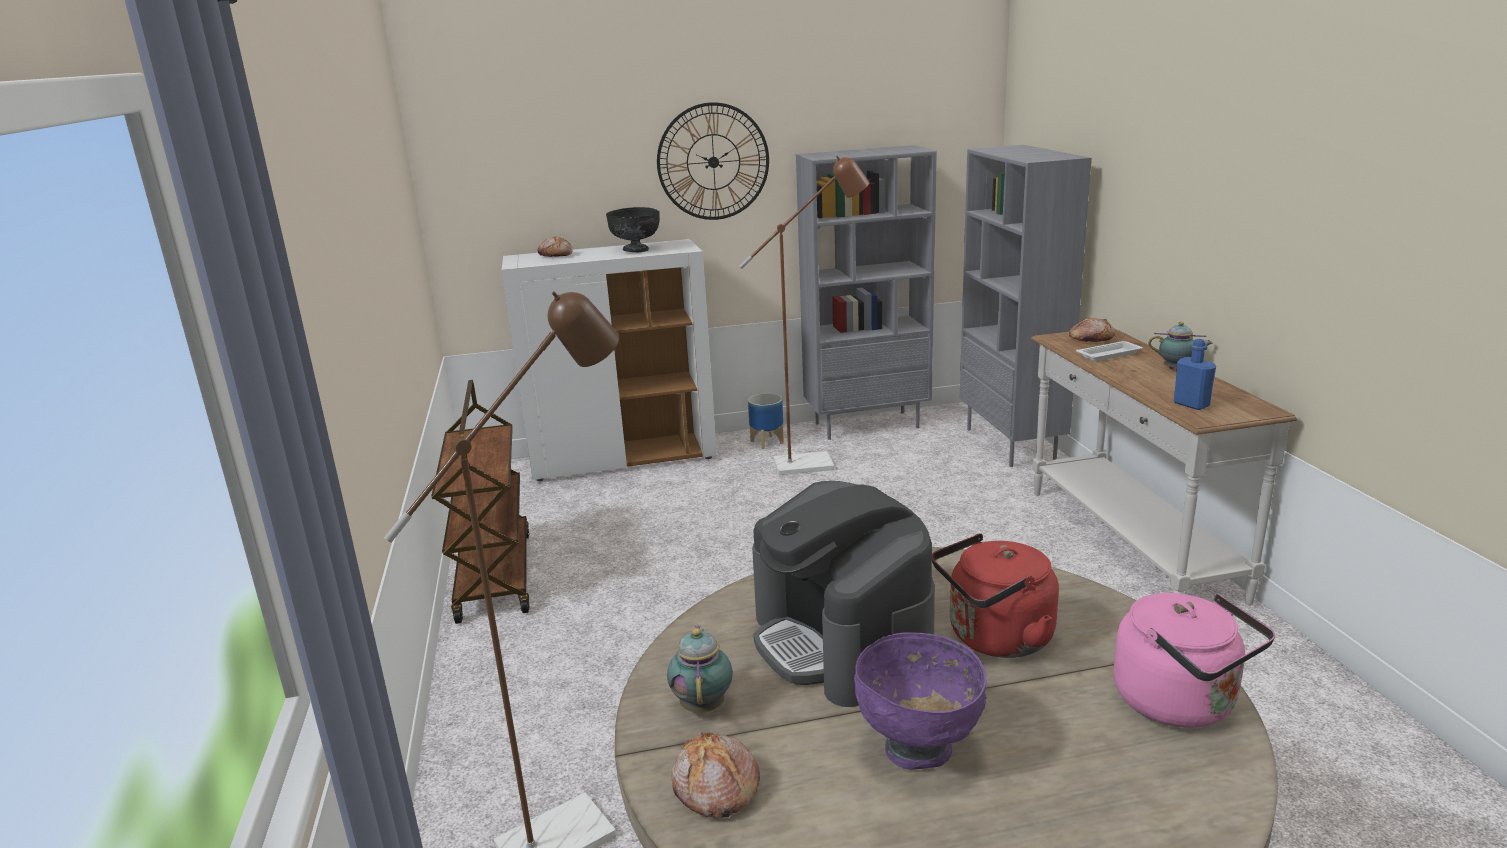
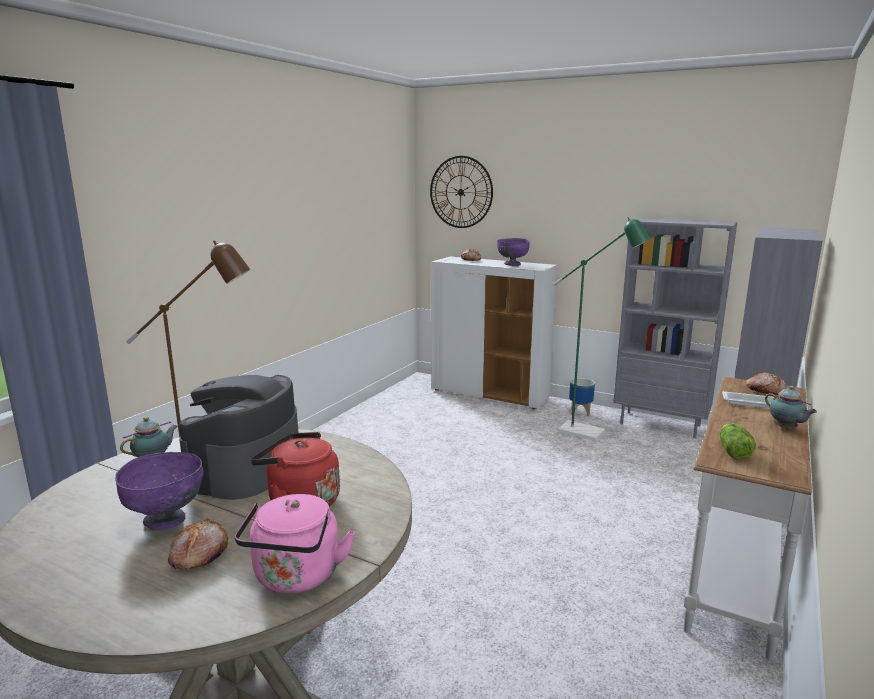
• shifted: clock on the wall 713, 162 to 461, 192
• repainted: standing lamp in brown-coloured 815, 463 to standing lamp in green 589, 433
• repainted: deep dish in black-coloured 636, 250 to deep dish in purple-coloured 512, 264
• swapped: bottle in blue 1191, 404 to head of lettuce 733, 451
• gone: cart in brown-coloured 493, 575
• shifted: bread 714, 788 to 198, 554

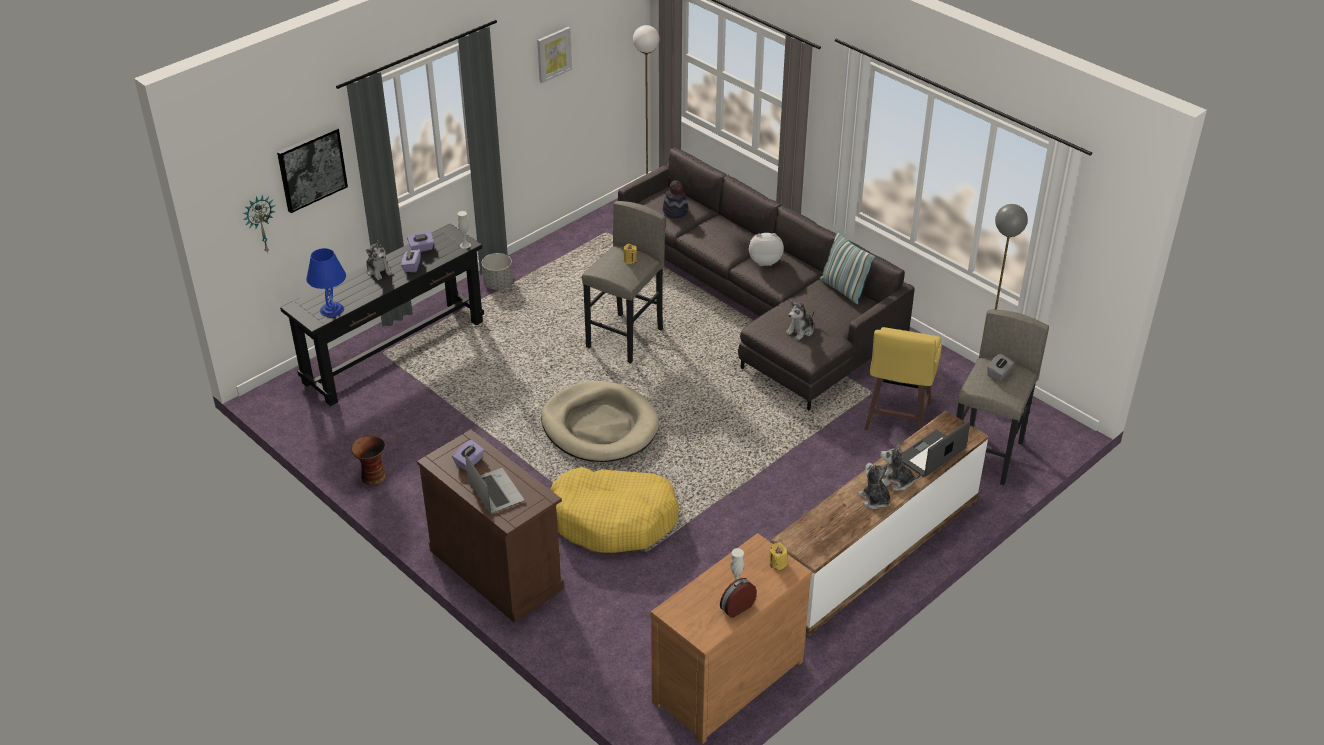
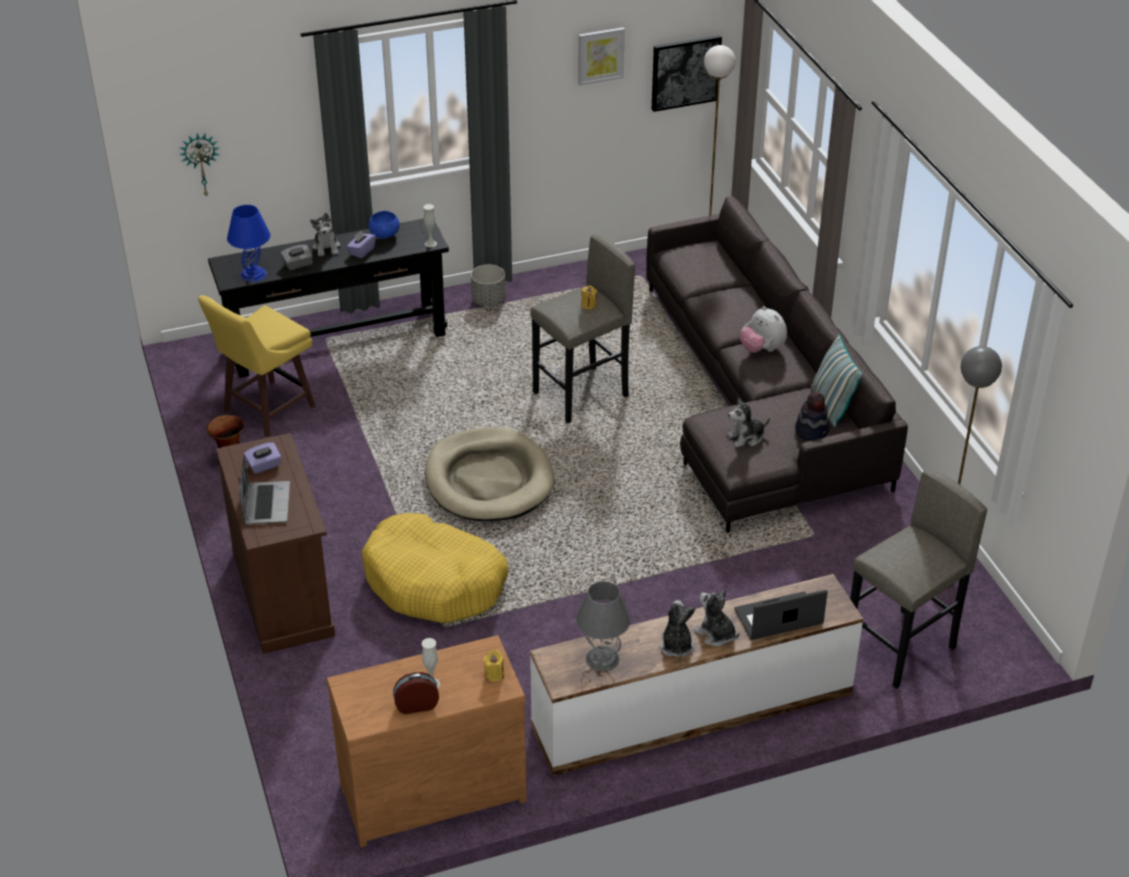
• shifted: wall picture 311, 169 to 685, 72
• shifted: wearable hat 675, 211 to 812, 430
• swapped: box of tissues in purple-coloured 421, 248 to deep dish in blue 385, 235
• rotated: soft toy 764, 261 = 762, 349 150 degrees counterclockwise
• shifted: stool in yellow-coloured 896, 418 to 266, 409
• shifted: box of tissues in gray 999, 374 to 297, 264
• new: table lamp in gray 603, 659

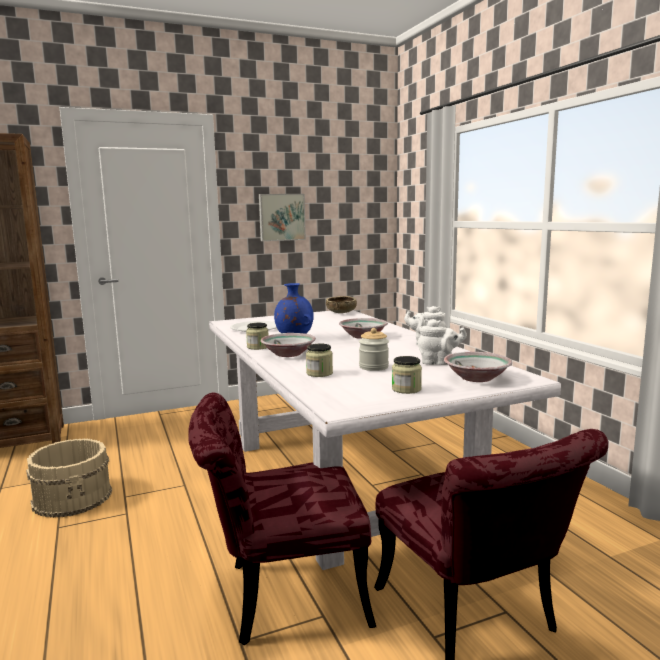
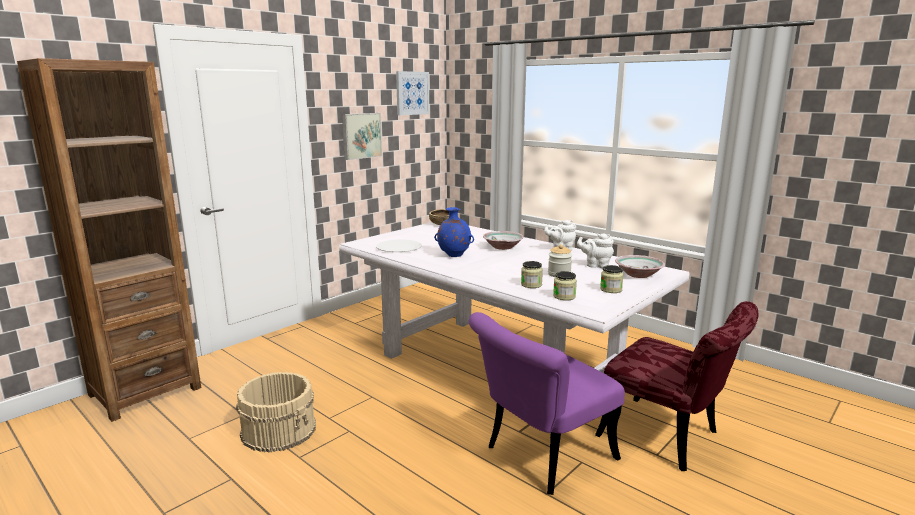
• rotated: teapot in whitish 438, 363 = 595, 265 150 degrees counterclockwise
• shifted: jar 258, 347 to 564, 296
• gone: deep dish 289, 354
• repainted: chair in reddish 280, 596 to chair in purple-coloured 541, 457
• new: wall picture 412, 93

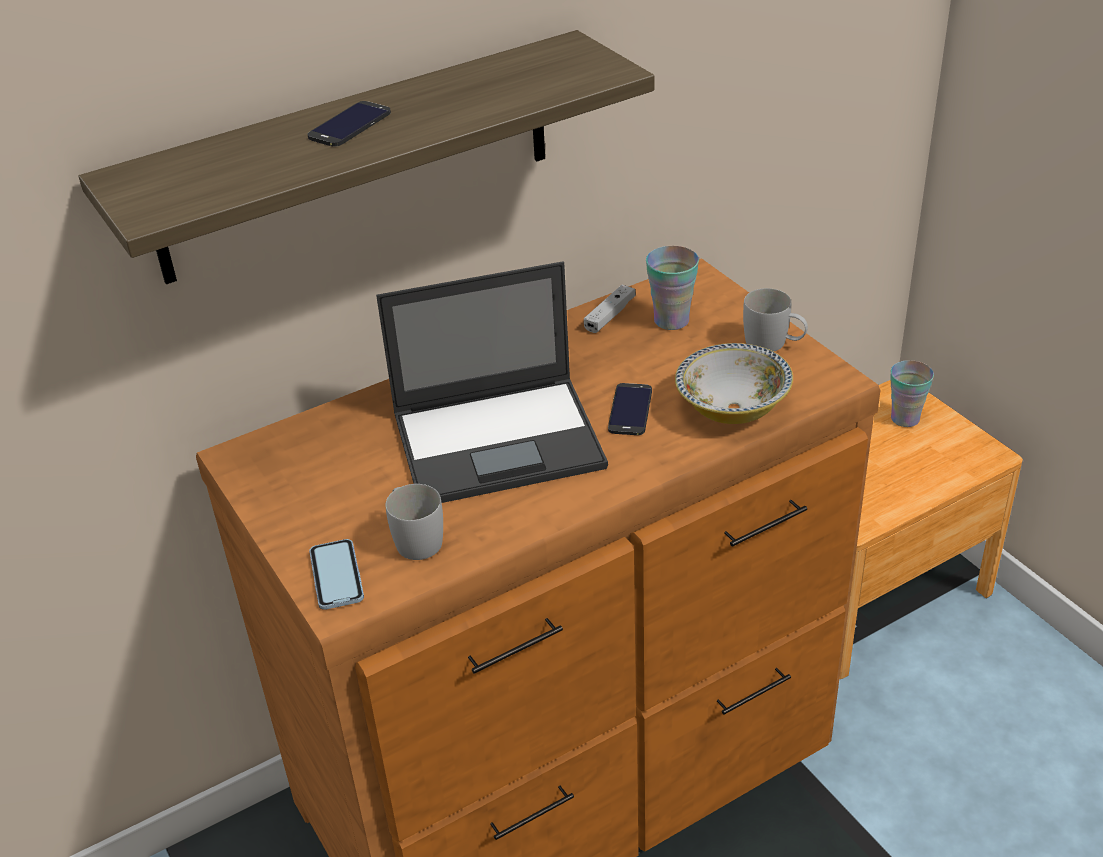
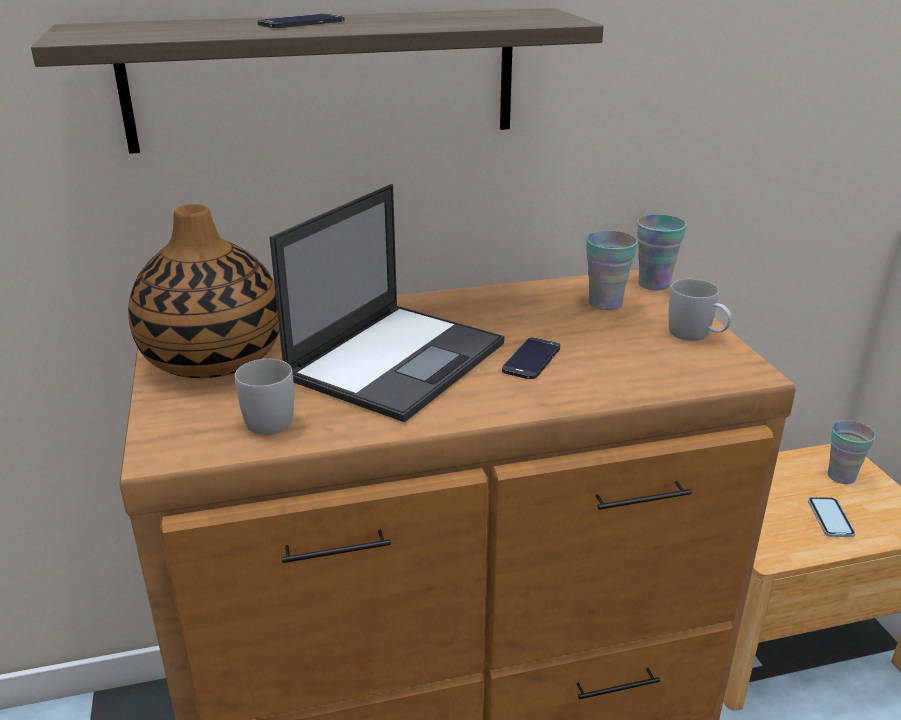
• rotated: laptop 500, 440 = 398, 359 60 degrees counterclockwise
• gone: game controller in whitish 610, 315
• gone: deep dish 732, 408
• shifted: phone 336, 576 to 830, 518
• new: vase 213, 357
• new: drinking cup 654, 284

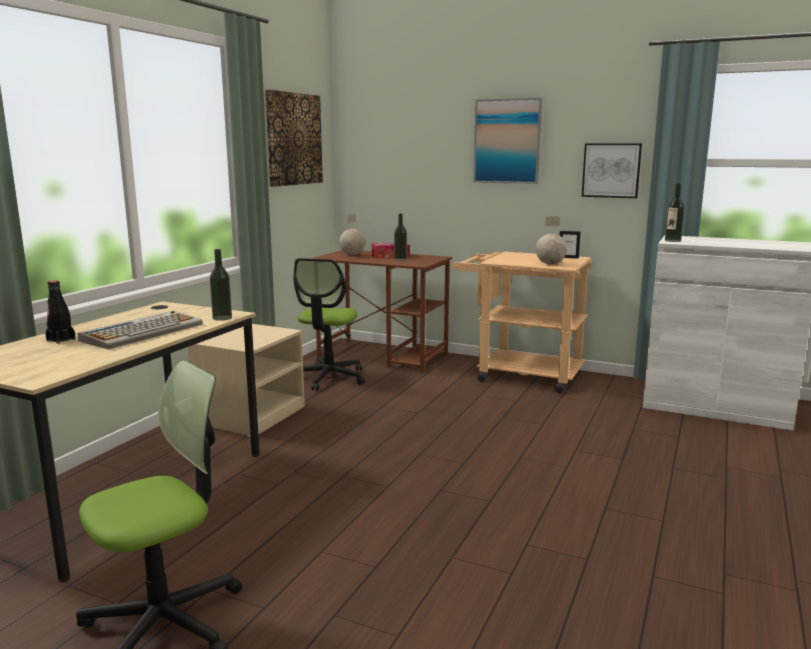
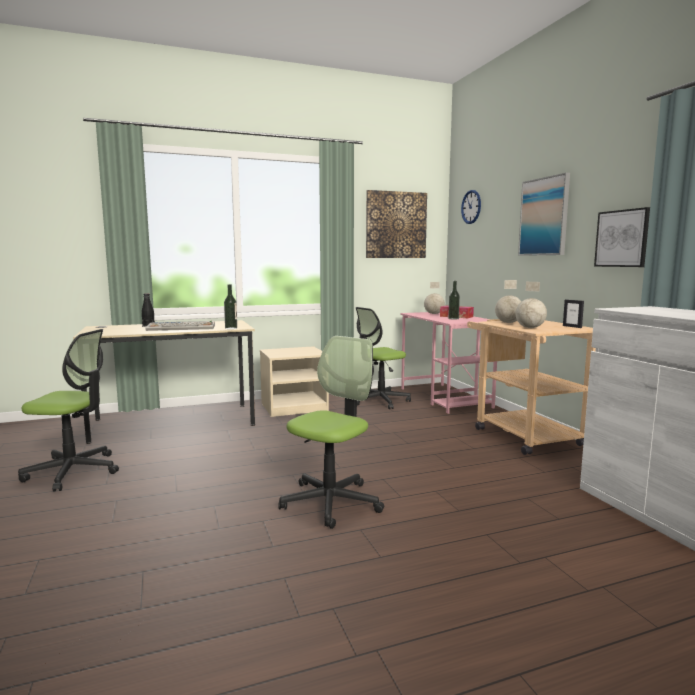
• gone: bottle 672, 241
• repainted: desk table in brown-coloured 383, 356 to desk table in pink 445, 398
• new: clock on the wall 471, 207
• new: world globe 508, 322
• new: computer chair 331, 502

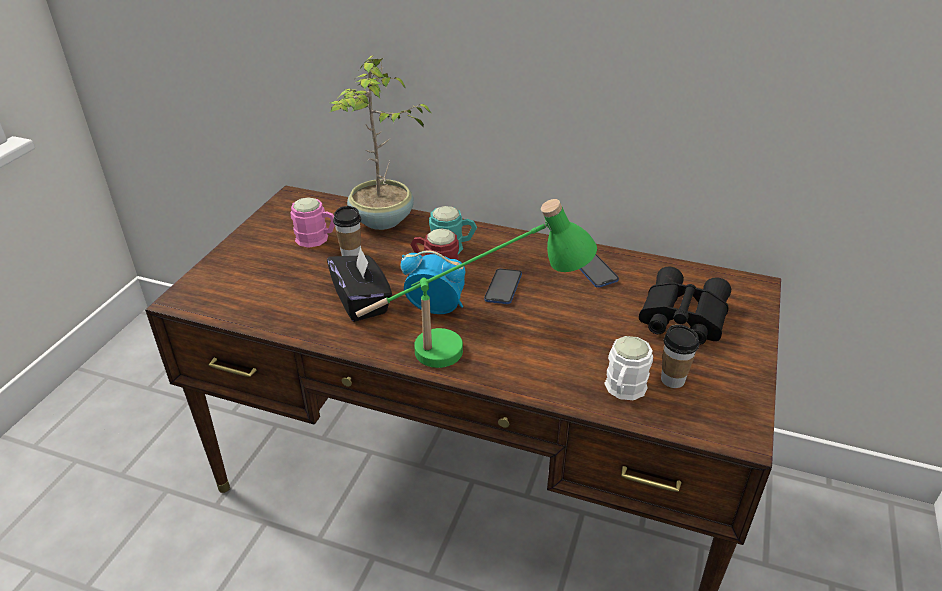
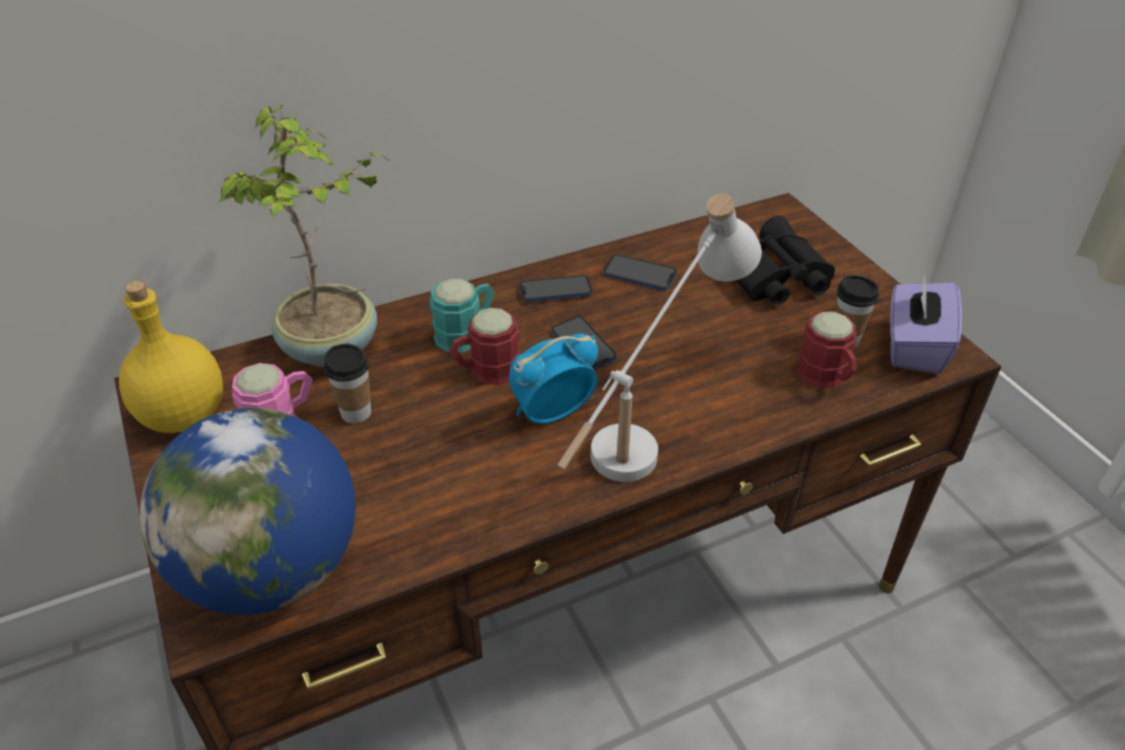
• repainted: table lamp in green 474, 348 to table lamp in whitish 651, 428
• gone: box of tissues in black-coloured 362, 302
• repainted: tea mug in whitish 623, 390 to tea mug in reddish 826, 377
• new: box of tissues in purple-coloured 914, 347
• new: phone 555, 290
• new: bottle in yellow-coloured 183, 416
• new: world globe 272, 570

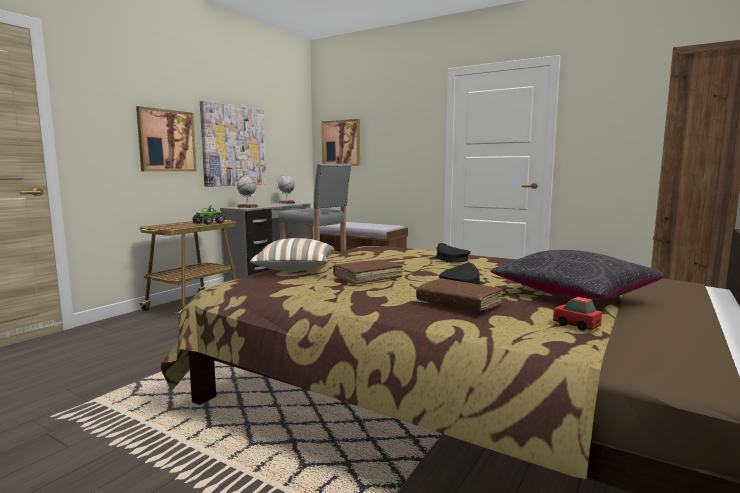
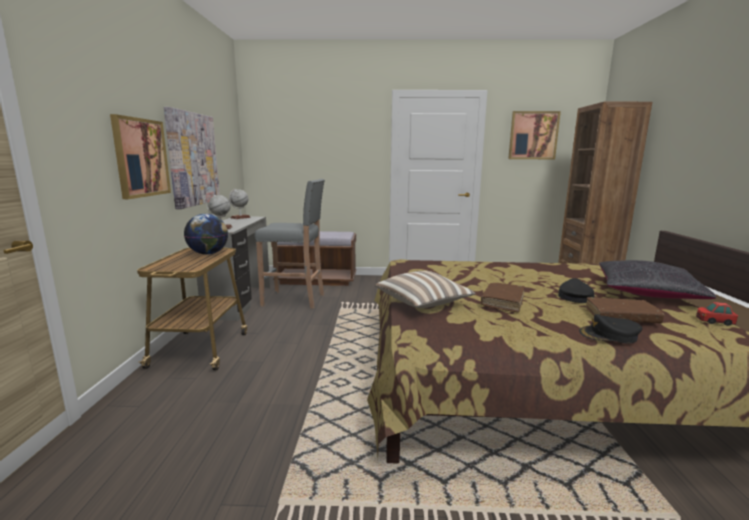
• shifted: wall picture 341, 143 to 533, 135
• swapped: toy truck 209, 223 to world globe 208, 253
• shifted: cap in black-coloured 449, 260 to 609, 335

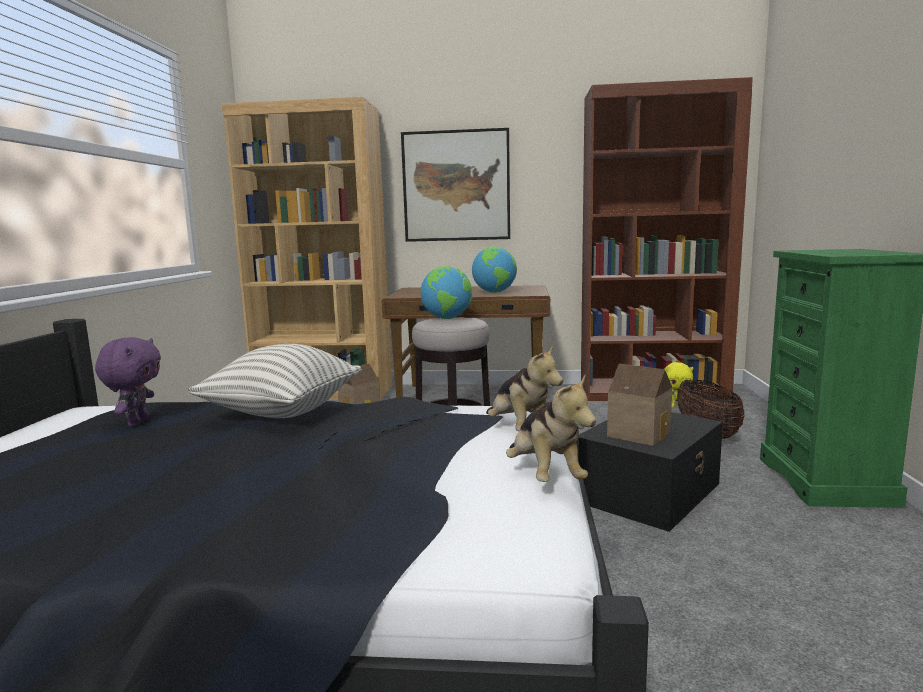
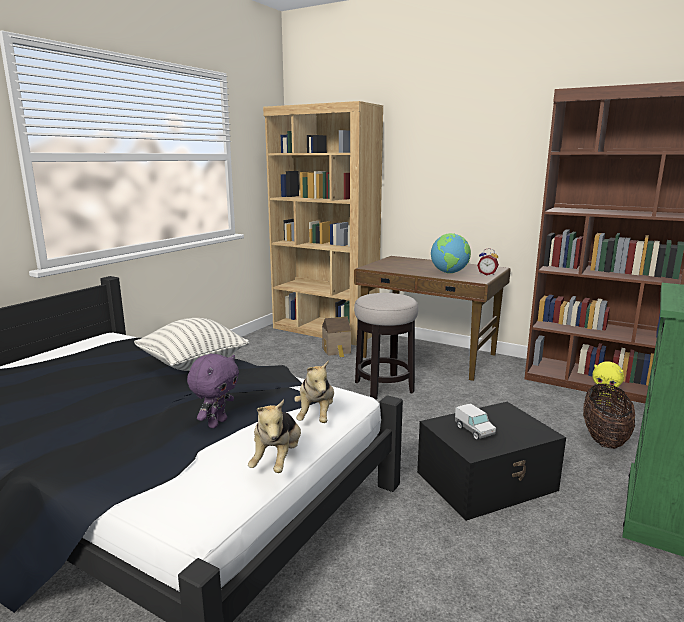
• gone: wall picture 456, 186
• gone: world globe 447, 318
• shifted: soft toy in purple-coloured 137, 422 to 217, 423
• swapped: toy house 639, 433 to toy truck 474, 431
• new: bedside clock 487, 274

